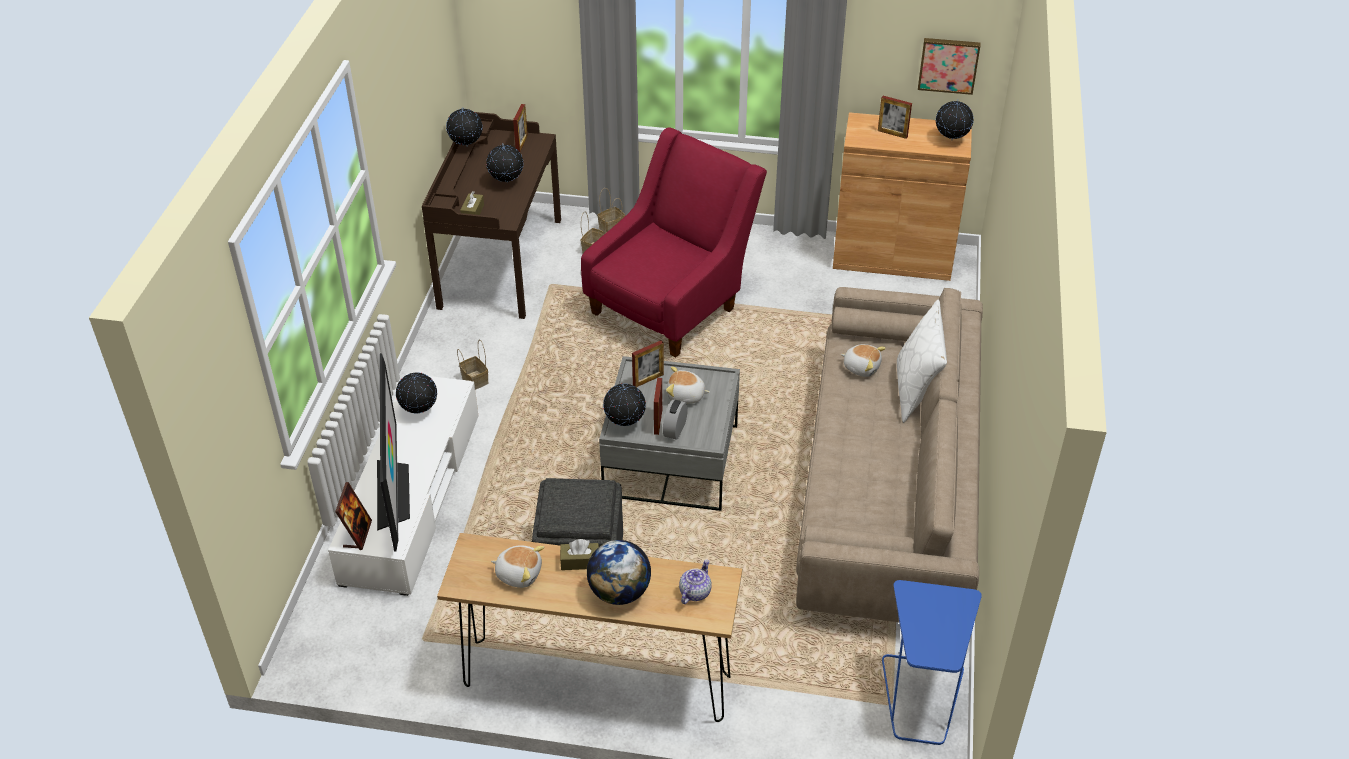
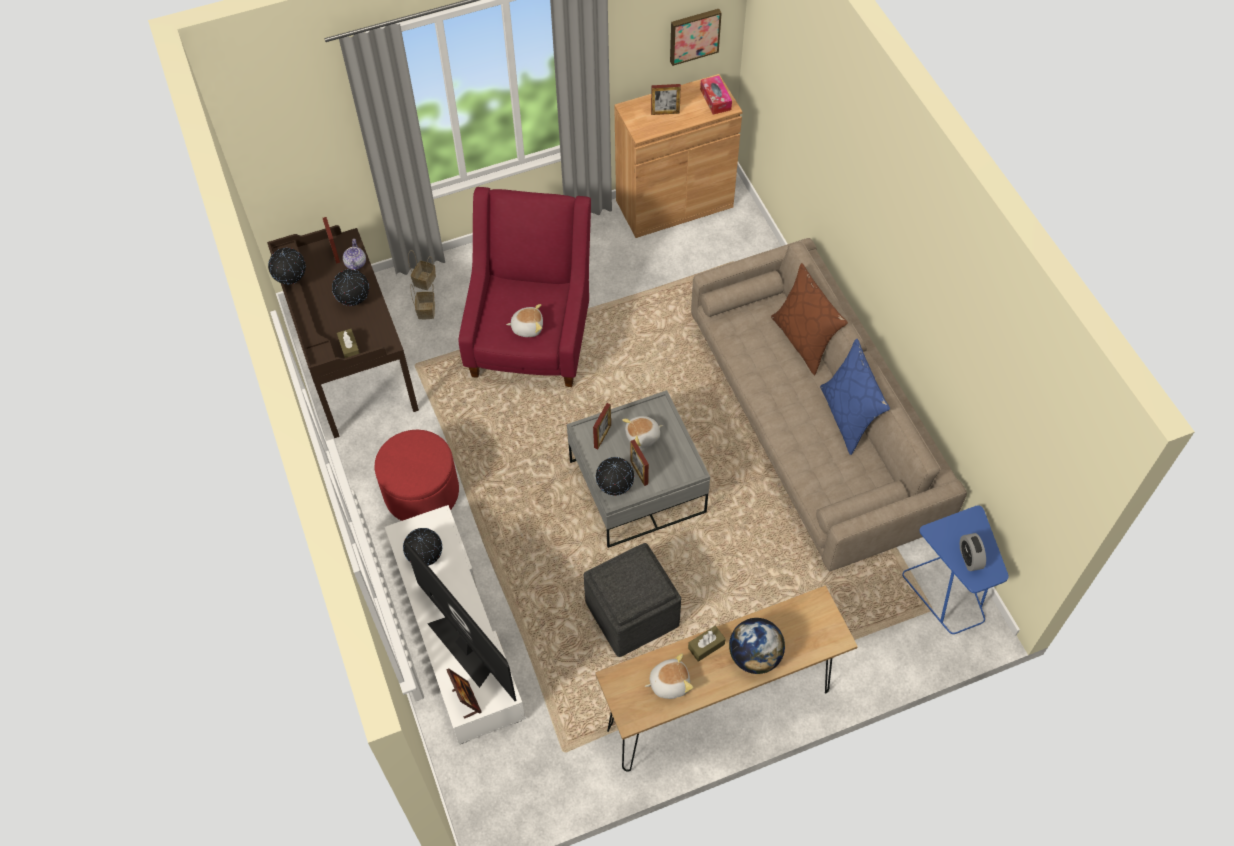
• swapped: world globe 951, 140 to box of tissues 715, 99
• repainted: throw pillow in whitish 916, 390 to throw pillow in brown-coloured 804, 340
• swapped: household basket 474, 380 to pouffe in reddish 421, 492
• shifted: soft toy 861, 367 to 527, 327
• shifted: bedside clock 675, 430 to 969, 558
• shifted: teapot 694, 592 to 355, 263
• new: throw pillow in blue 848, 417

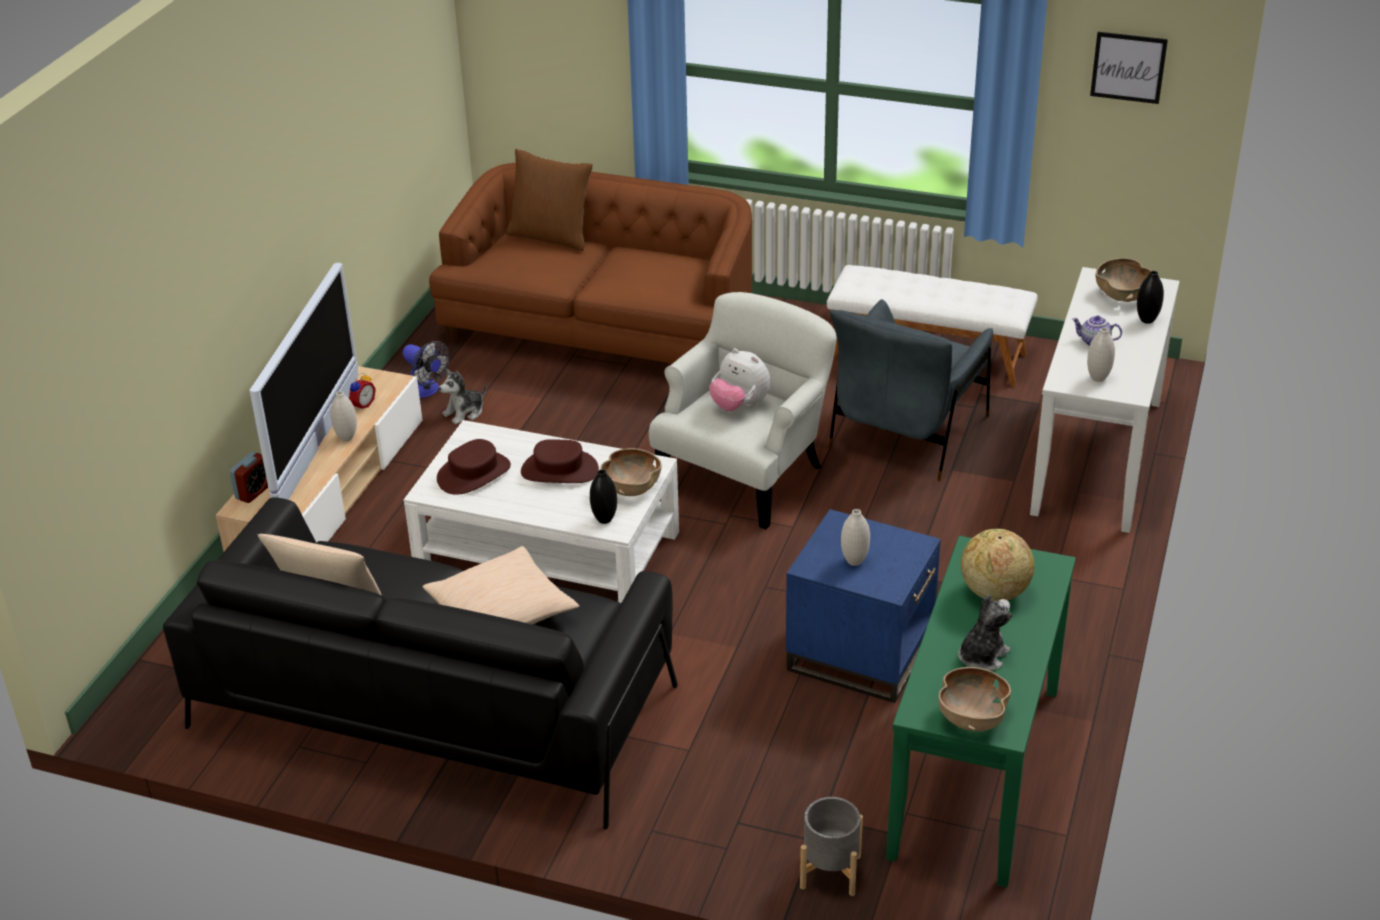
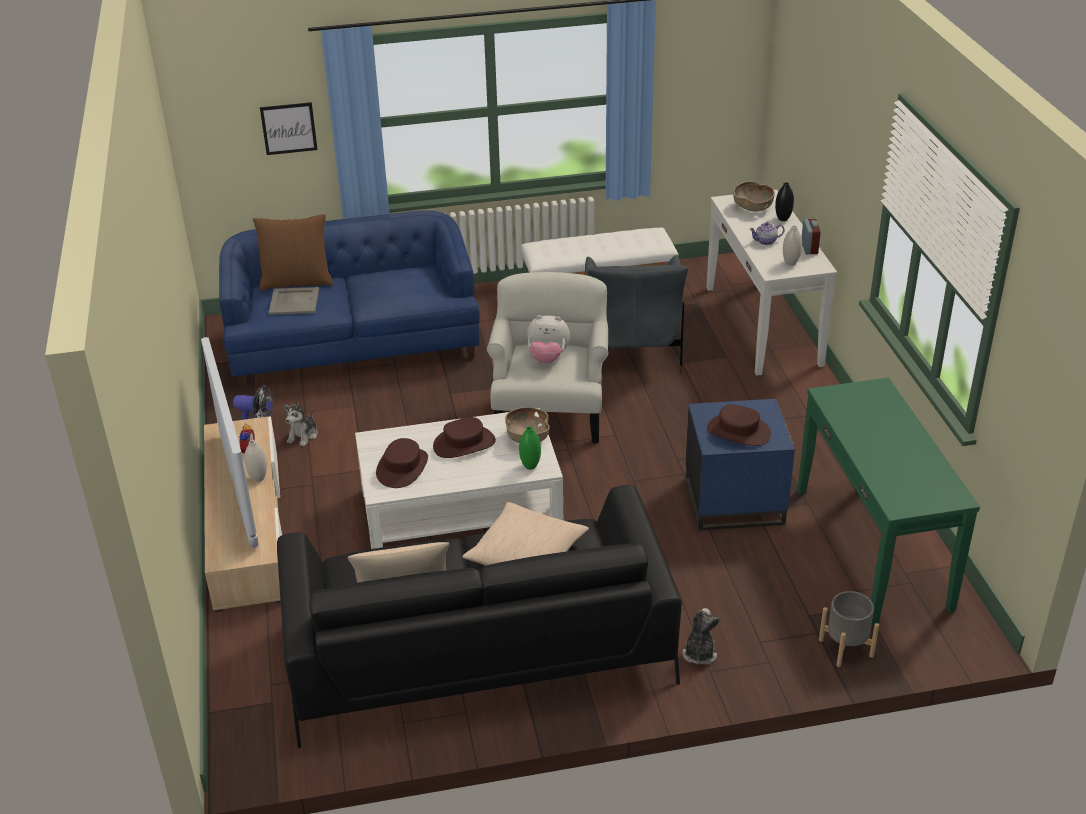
• shifted: wall picture 1128, 67 to 289, 128
• repainted: couch in brown-coloured 602, 330 to couch in blue 354, 344
• shifted: bedside clock 253, 492 to 809, 248
• repainted: vase in black-coloured 604, 519 to vase in green 530, 466
• swapped: vase in whitish 854, 561 to wearable hat in brown-coloured 738, 432
• gone: world globe 994, 592
• shifted: soft toy 982, 656 to 699, 653
• gone: deep dish in brown-coloured 971, 717
• new: carrying tray in gray 294, 301

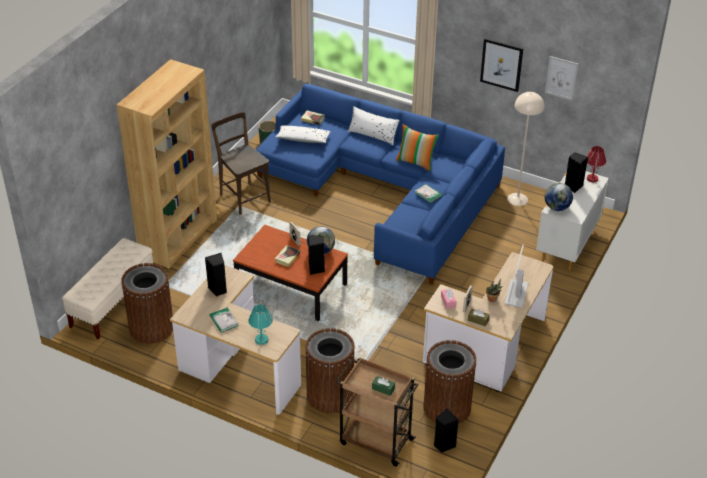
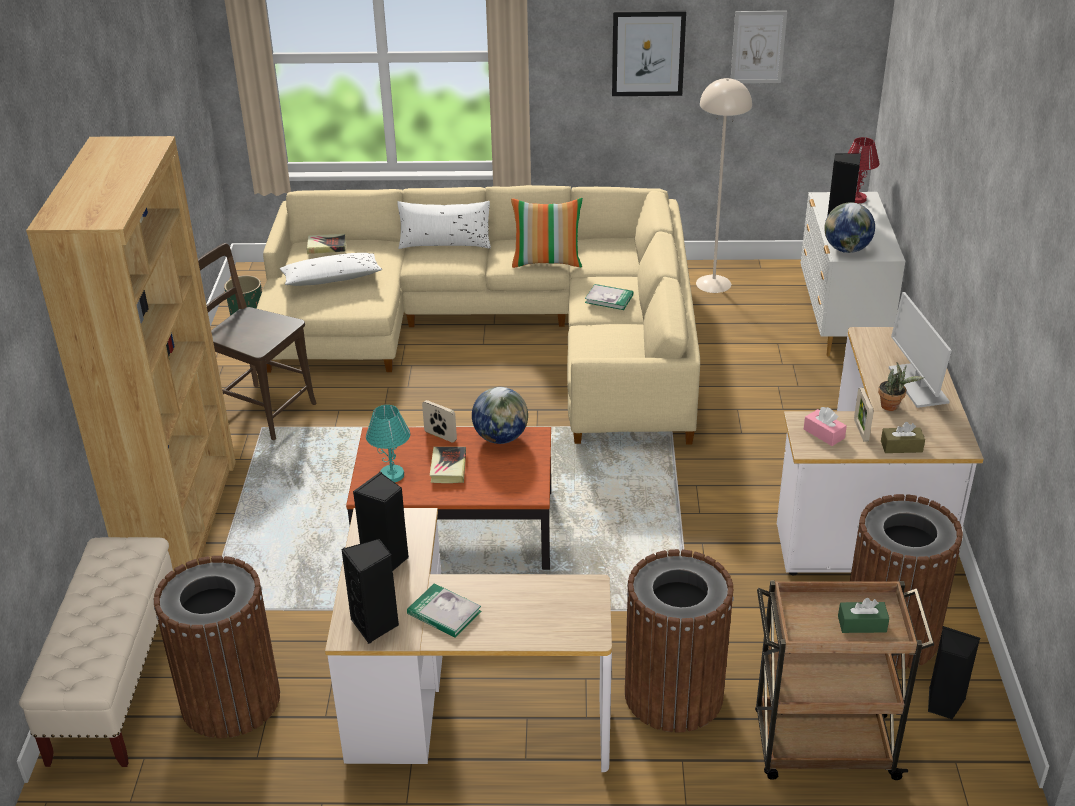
• repainted: couch in blue 385, 190 to couch in sand-coloured 499, 329
• shifted: audio speaker in black-coloured 316, 269 to 376, 625
• shifted: table lamp in turquoise-coloured 261, 339 to 391, 474

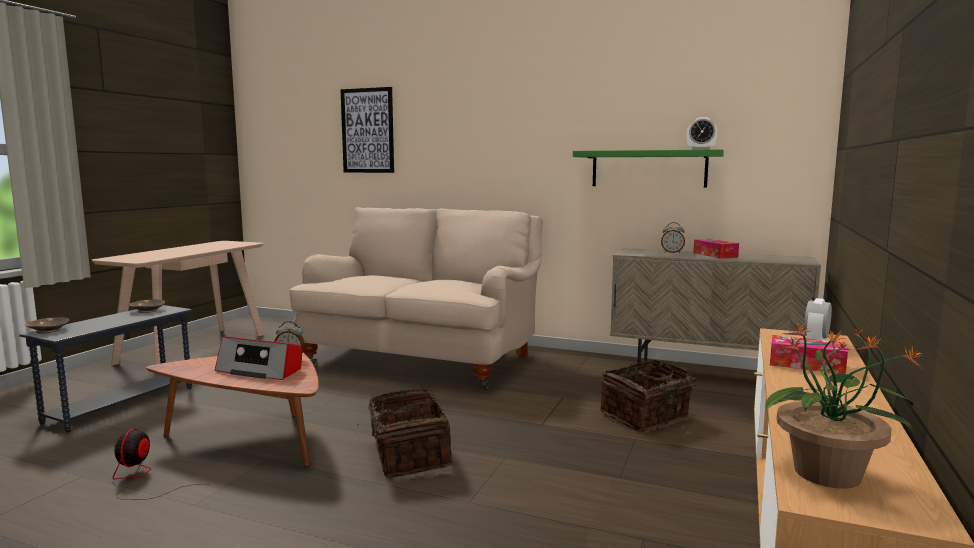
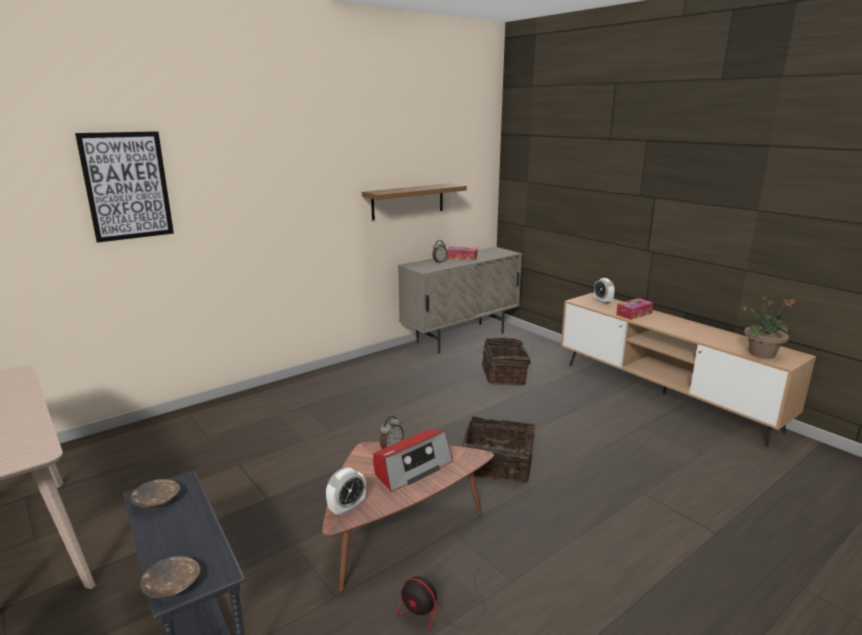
• shifted: bedside clock 700, 149 to 347, 508
• repainted: bracket shelf in green 648, 168 to bracket shelf in brown-coloured 408, 201
• gone: couch in sand-coloured 423, 358

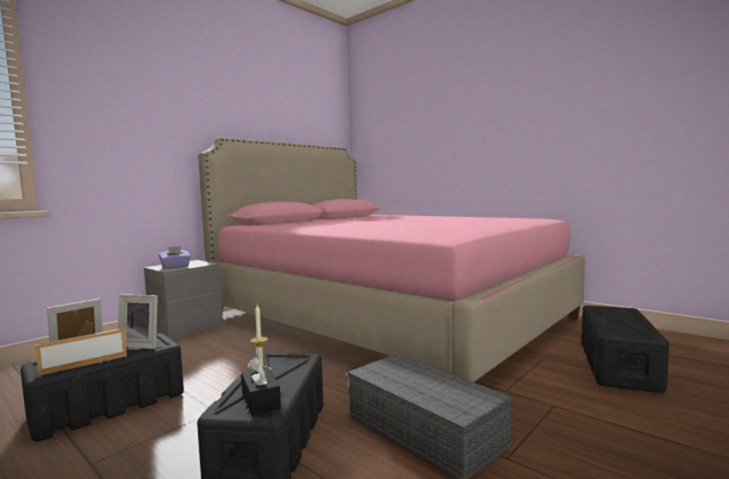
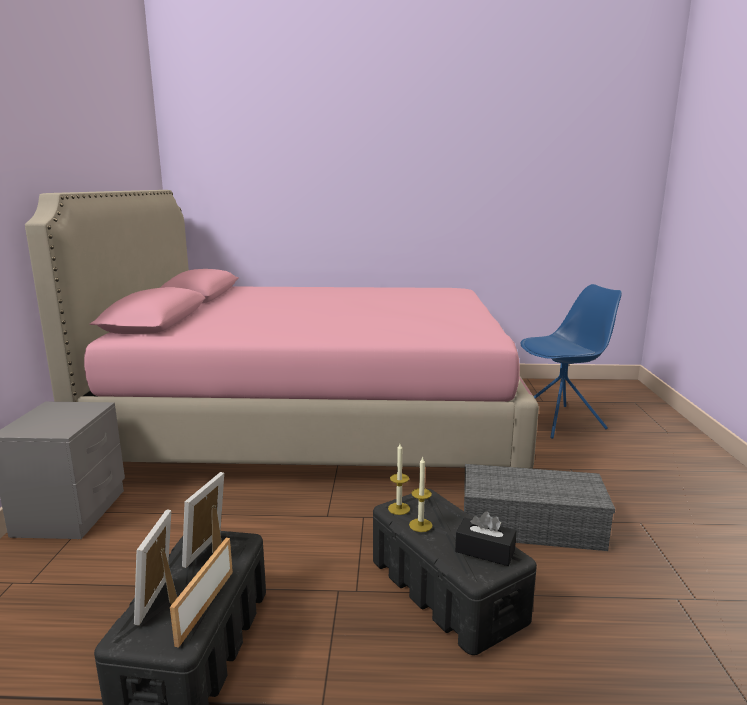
• gone: box of tissues in purple-coloured 175, 267
• rotated: standing frame 142, 344 = 211, 552 135 degrees clockwise
• swapped: storage box in black-coloured 618, 366 to chair in blue 560, 421
• new: wax light 399, 508

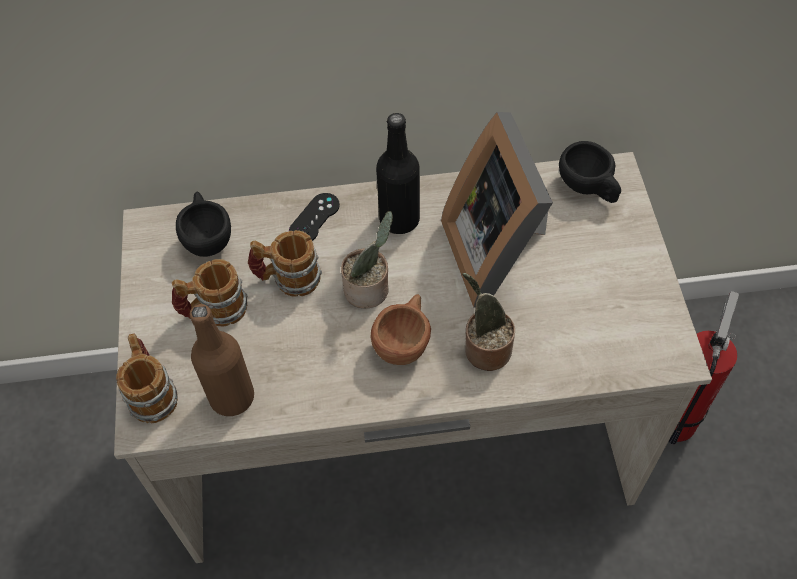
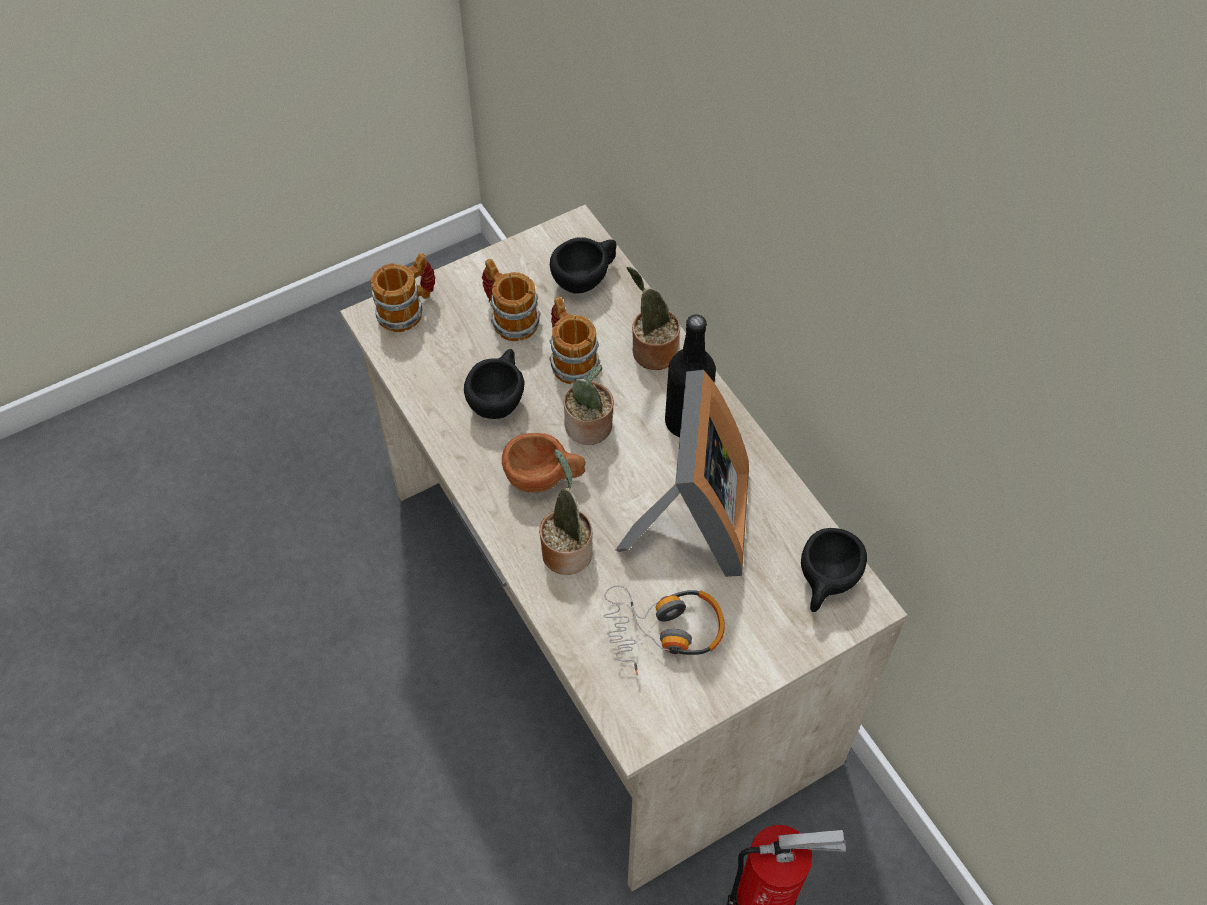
• rotated: standing frame 498, 251 = 692, 523 135 degrees clockwise
• swapped: game controller in black-coloured 314, 218 to plant in a pot 651, 351
• gone: bottle in brown-coloured 232, 397
• new: drinking cup in black-coloured 499, 397
• new: headphones 664, 631

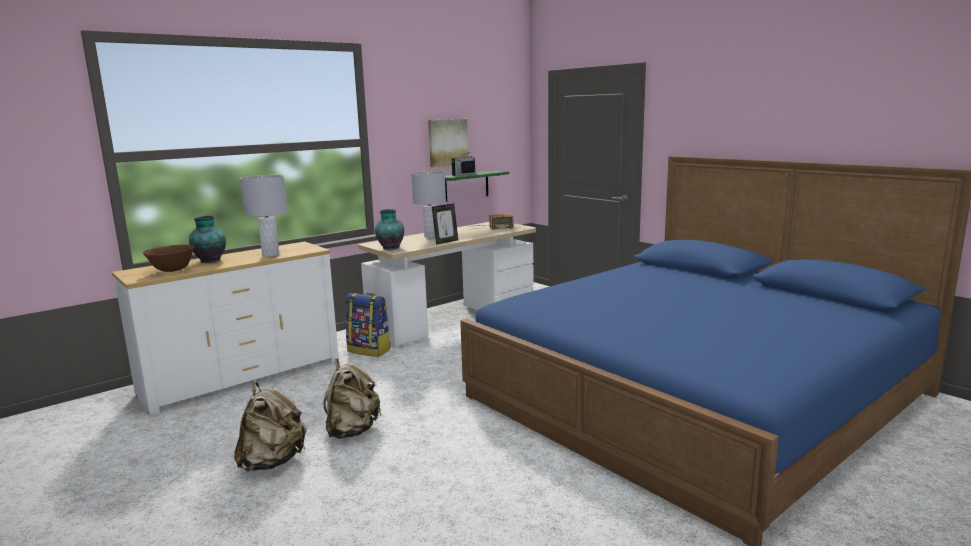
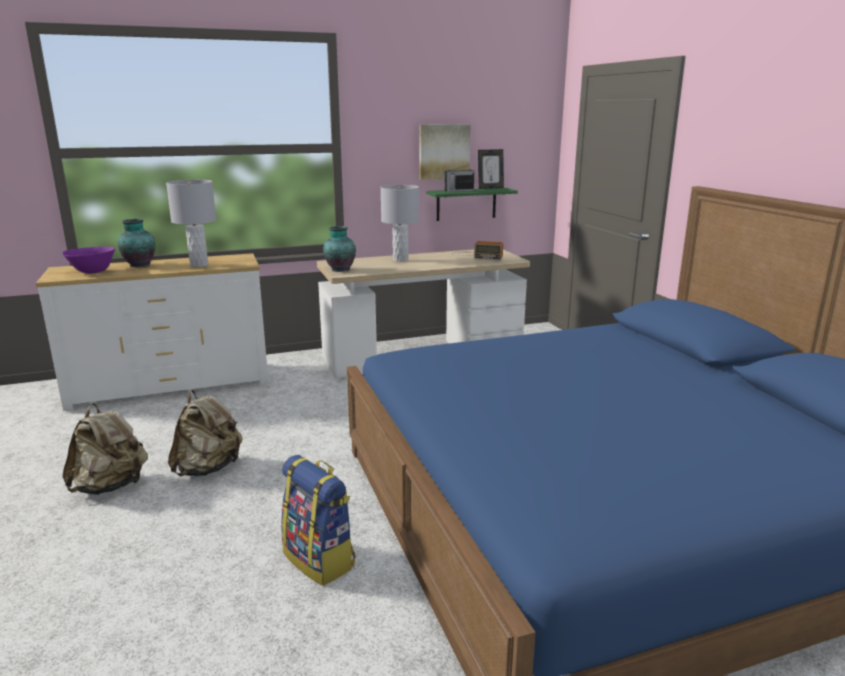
• shifted: standing frame 446, 242 to 490, 188
• repainted: deep dish in brown-coloured 172, 271 to deep dish in purple-coloured 92, 272
• shifted: backpack 370, 350 to 320, 560

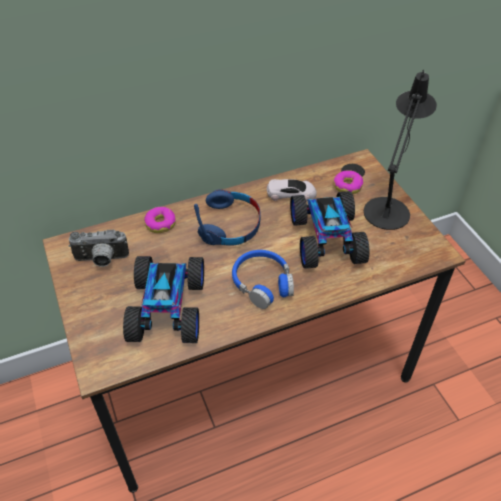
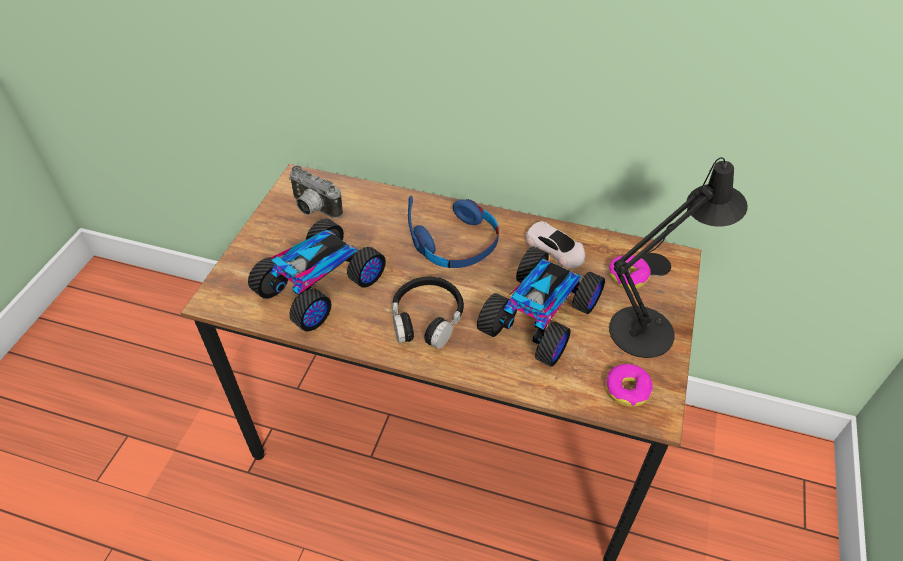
• shifted: doughnut 160, 223 to 627, 389
• repainted: headphones in blue 262, 283 to headphones in black-coloured 427, 318

